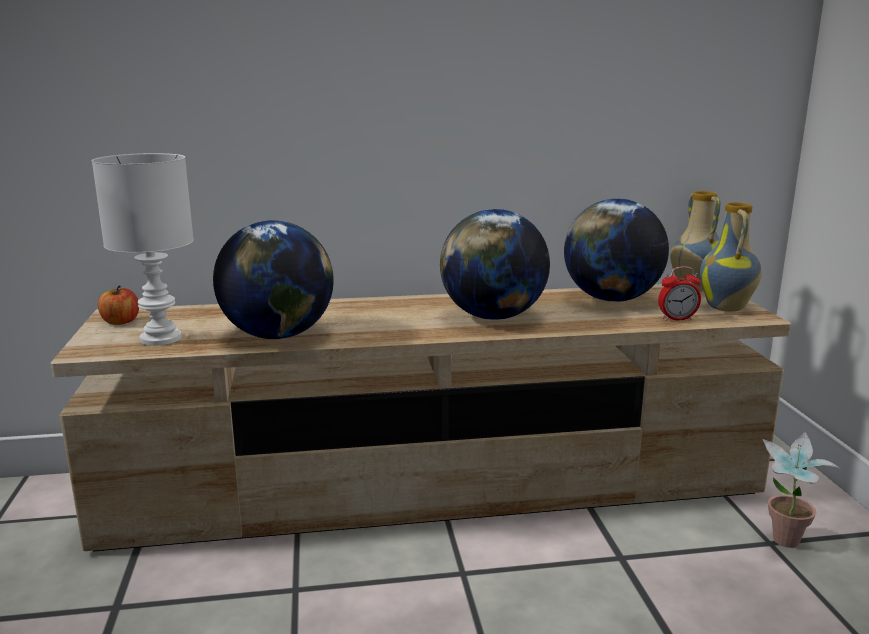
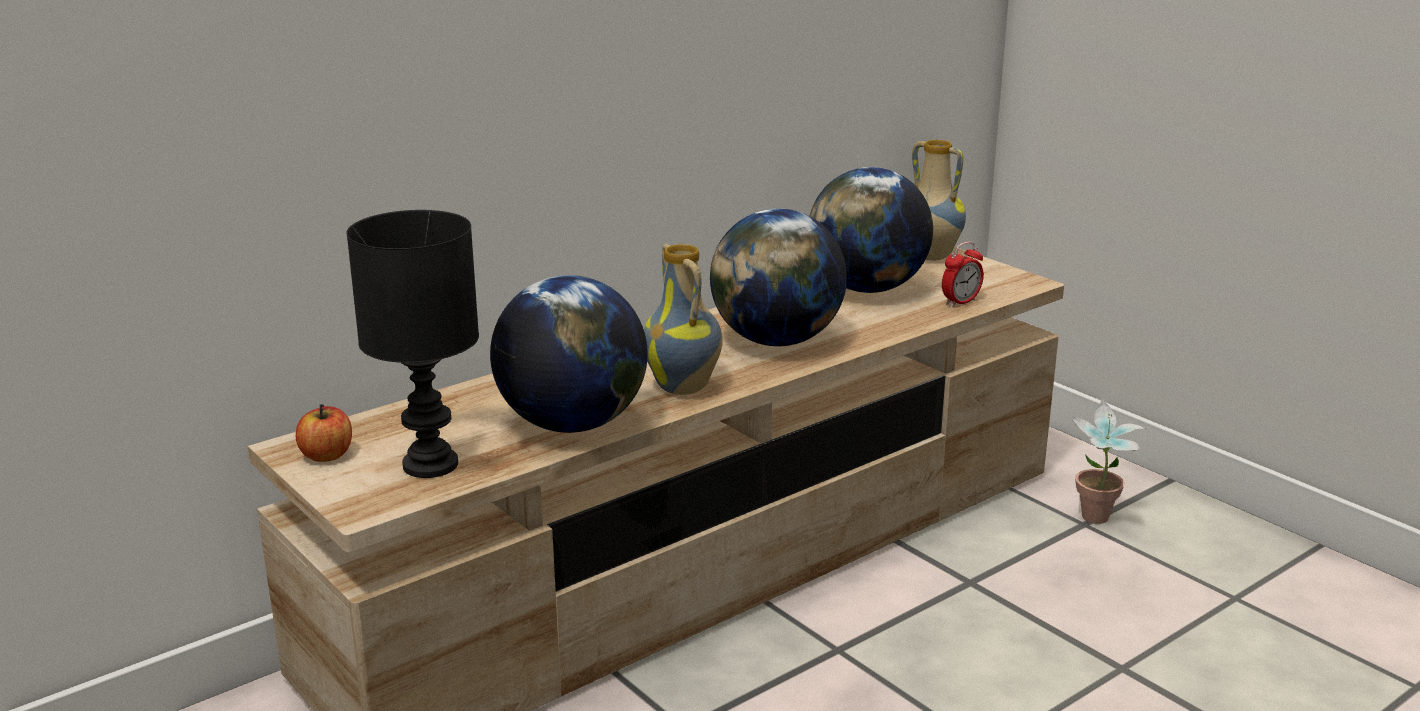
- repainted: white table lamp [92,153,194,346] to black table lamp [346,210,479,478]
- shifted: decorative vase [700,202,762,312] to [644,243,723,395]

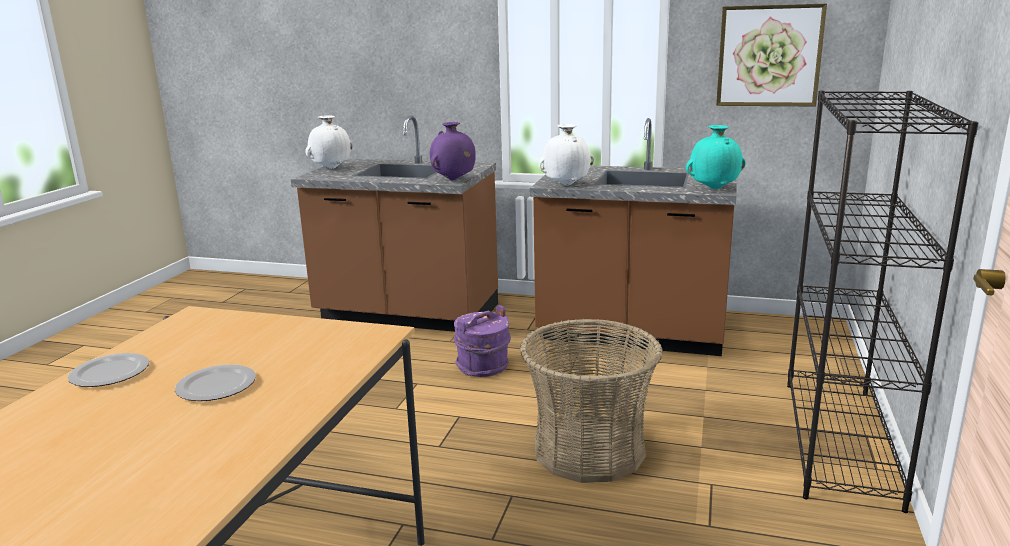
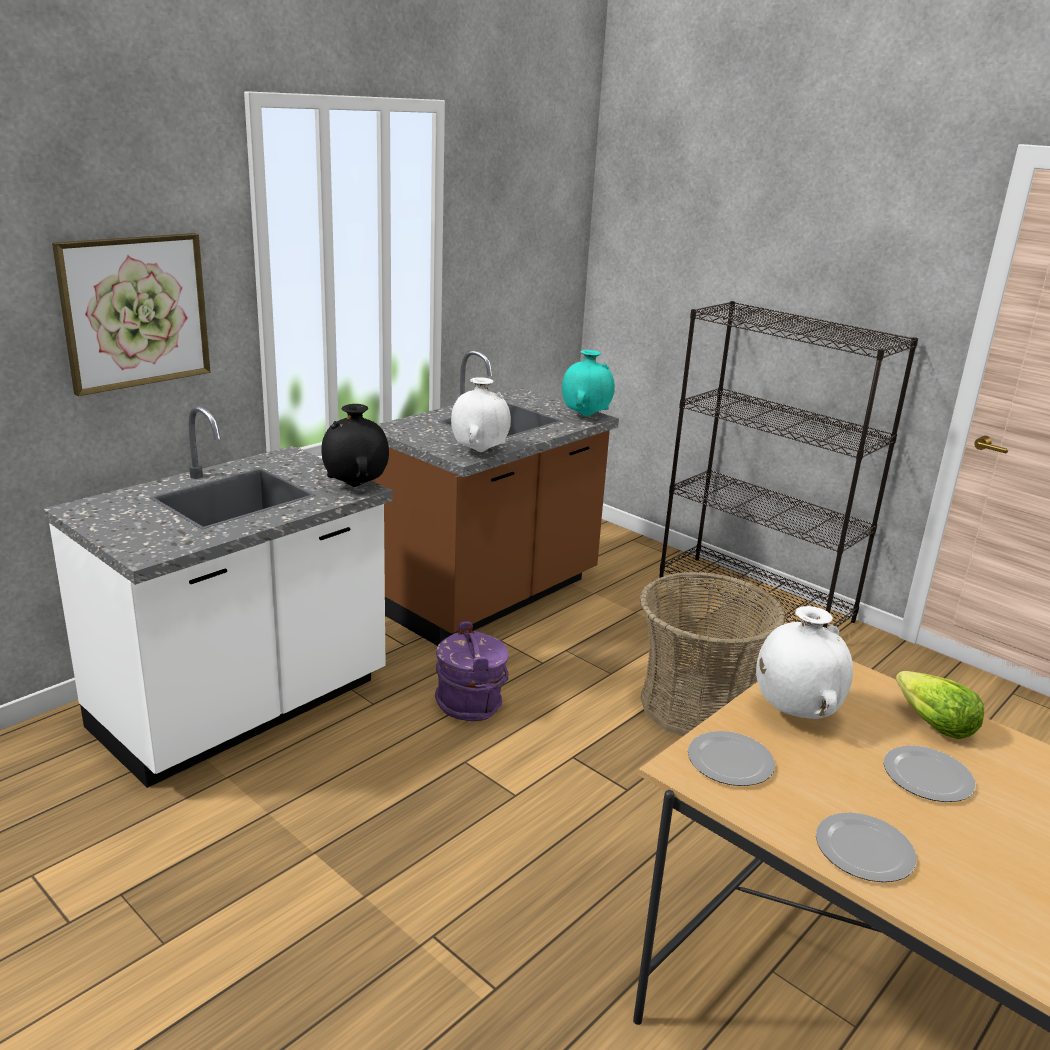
- repainted: brown counter [291,115,498,332] to white counter [43,406,393,788]
- shifted: picture [716,4,827,106] to [52,233,210,396]
- repainted: purplish decorative vase [430,122,476,181] to black decorative vase [321,404,389,487]
- new: dinner plate [688,731,775,786]
- shifted: white decorative vase [305,115,353,169] to [756,606,853,719]
- new: lettuce head [896,671,984,739]

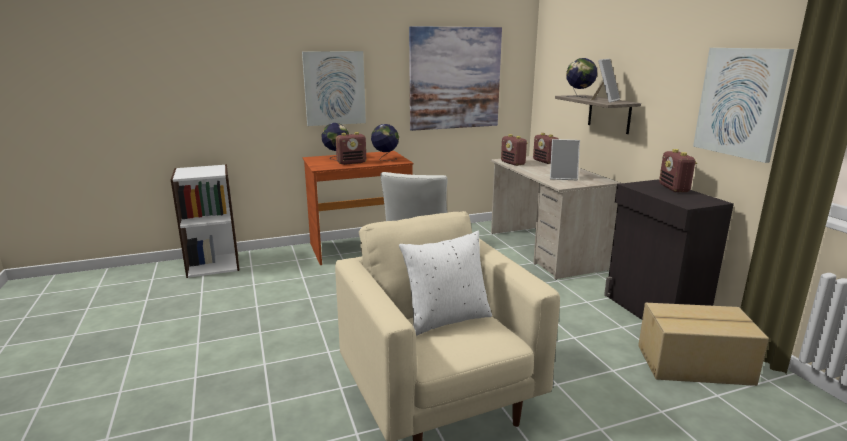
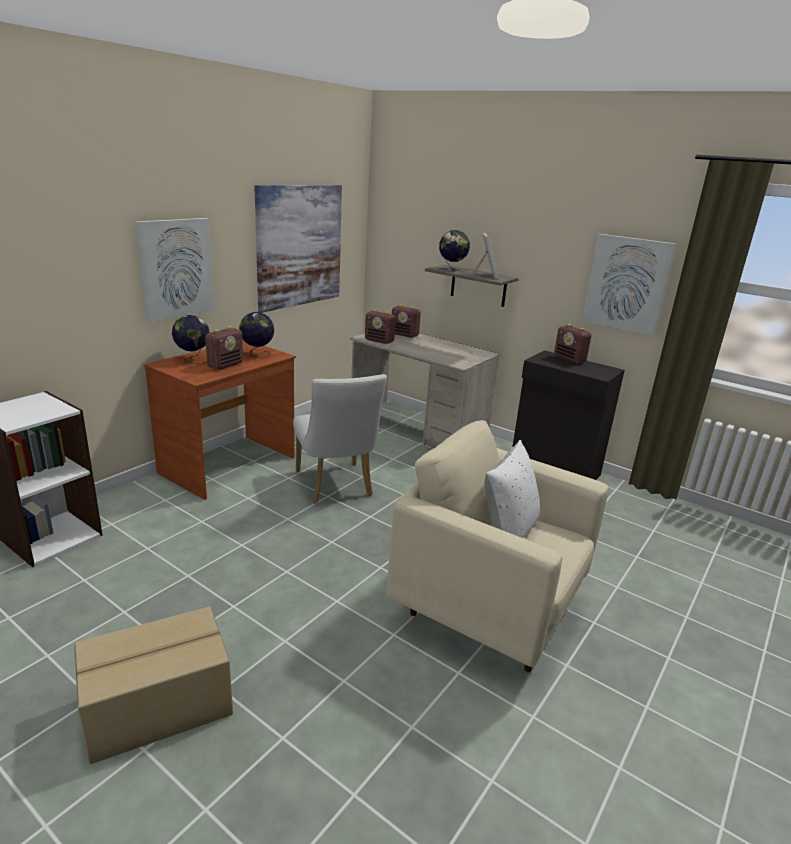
- shifted: carton [638,303,769,386] to [74,606,233,764]
- gone: picture frame [550,139,580,180]

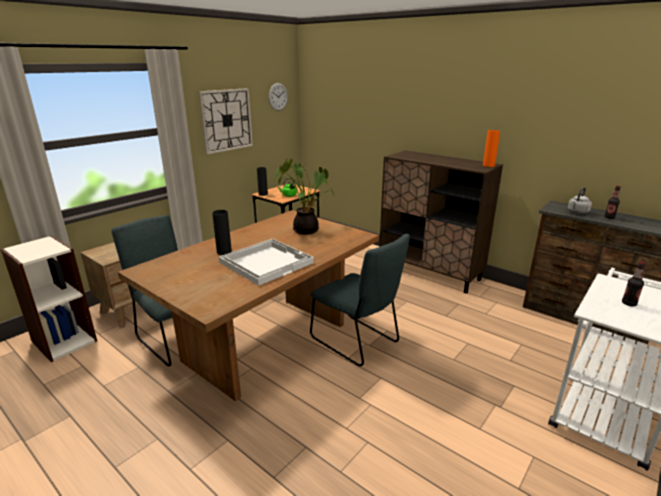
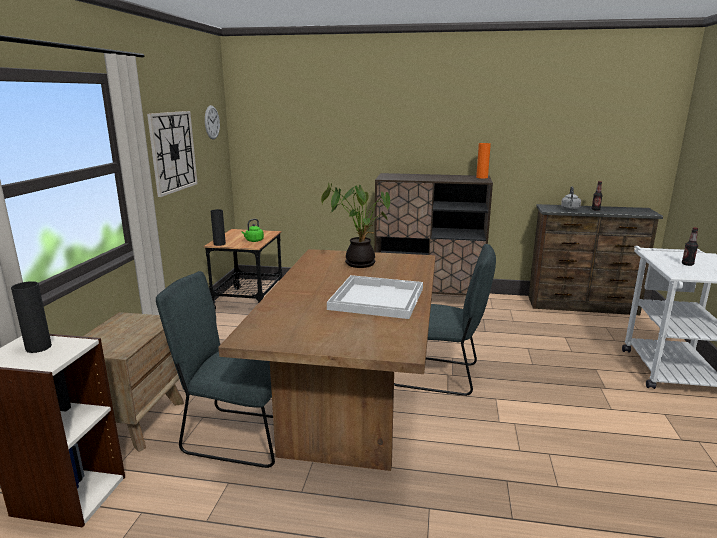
- shifted: black decorative vase [212,210,232,255] to [11,281,52,353]

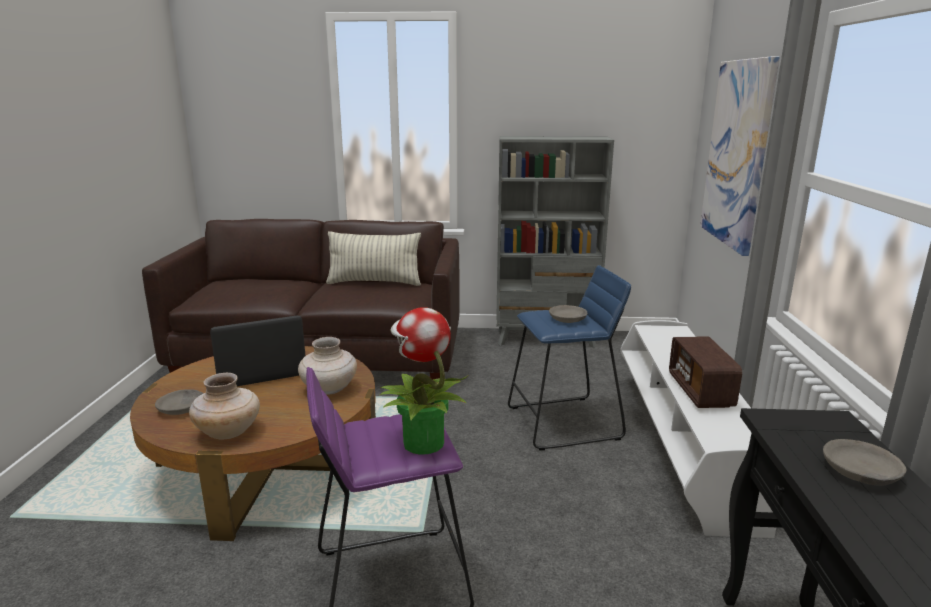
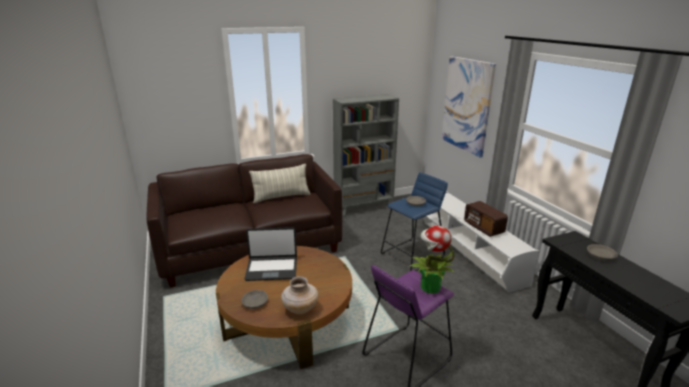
- rotated: portable computer [210,315,305,386] = [244,227,297,281] 135 degrees counterclockwise
- gone: sand-coloured decorative vase [298,337,357,395]

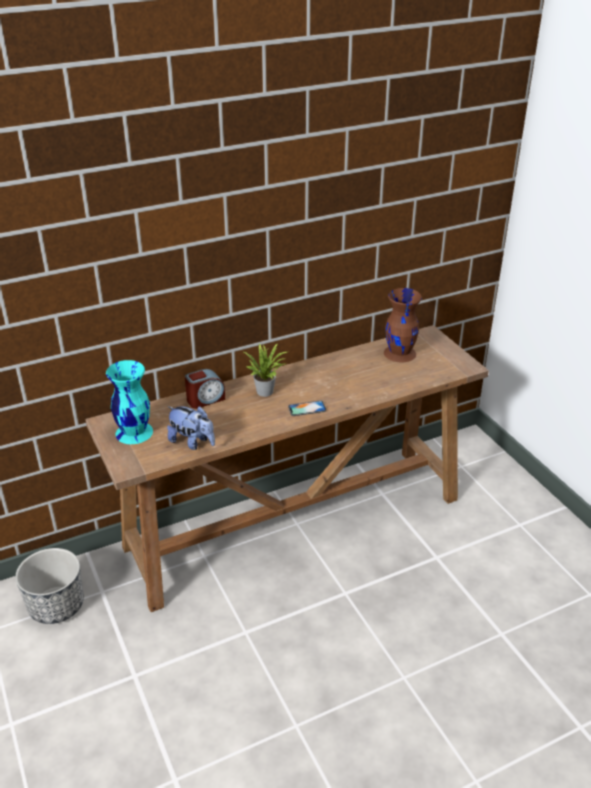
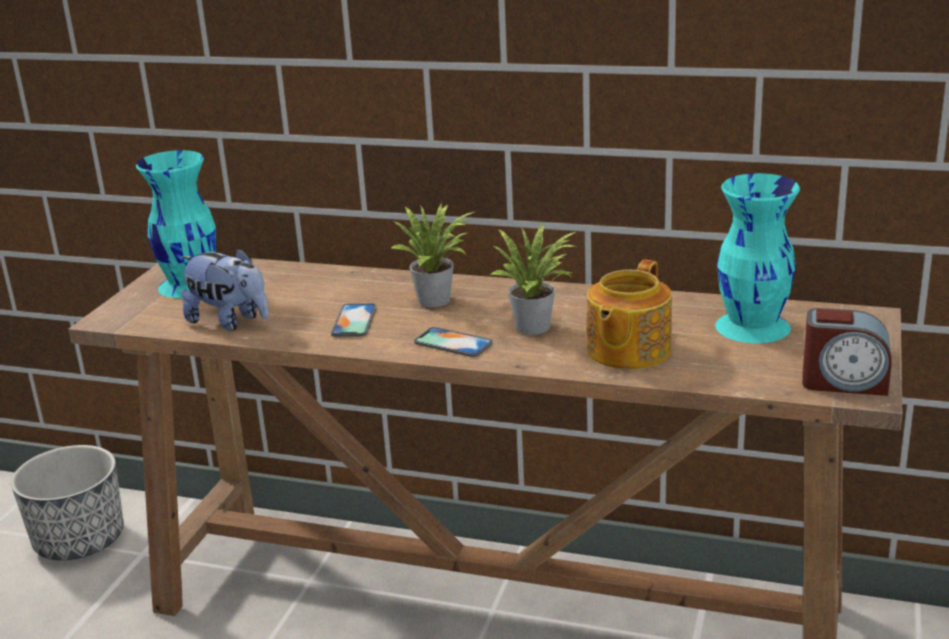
- rotated: plush toy [167,406,215,450] = [181,248,269,331] 45 degrees counterclockwise
- new: telephone [331,303,376,337]
- new: potted plant [489,223,576,335]
- new: tea pot [587,260,672,369]
- repainted: brown decorative vase [384,288,422,362] to blue-green decorative vase [715,173,800,343]
- shifted: table clock [185,369,225,409] to [802,308,892,396]

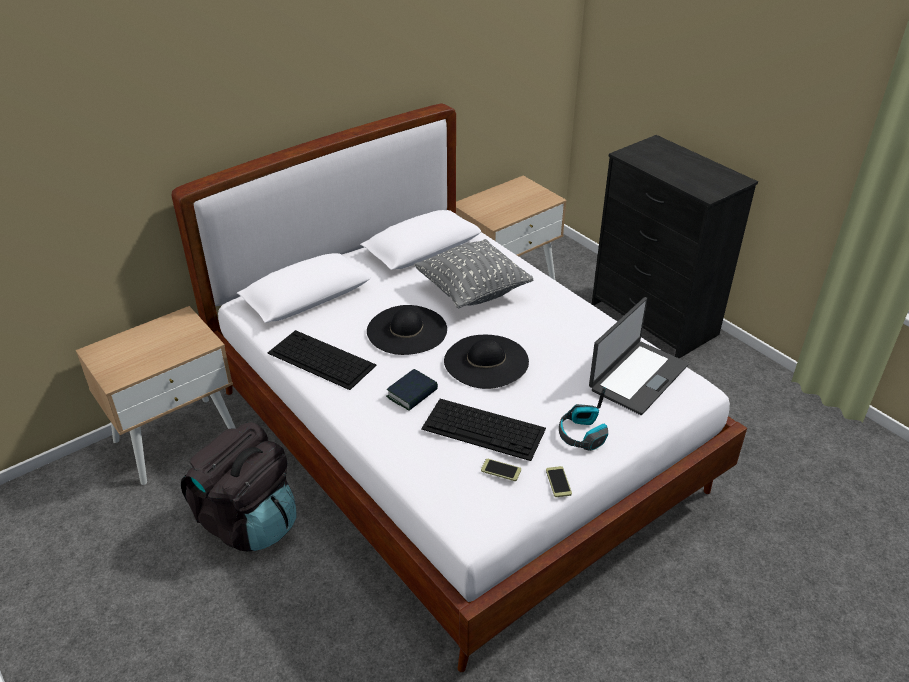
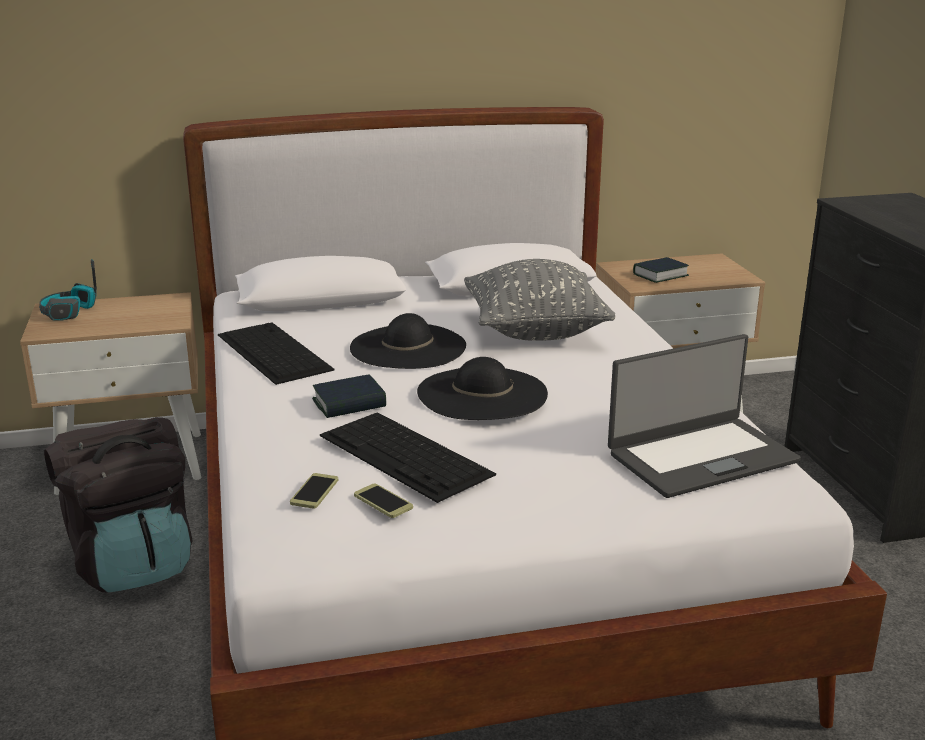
- shifted: headset [559,387,608,451] to [39,259,97,320]
- shifted: telephone [546,466,572,497] to [290,473,338,509]
- new: volume [633,257,689,283]

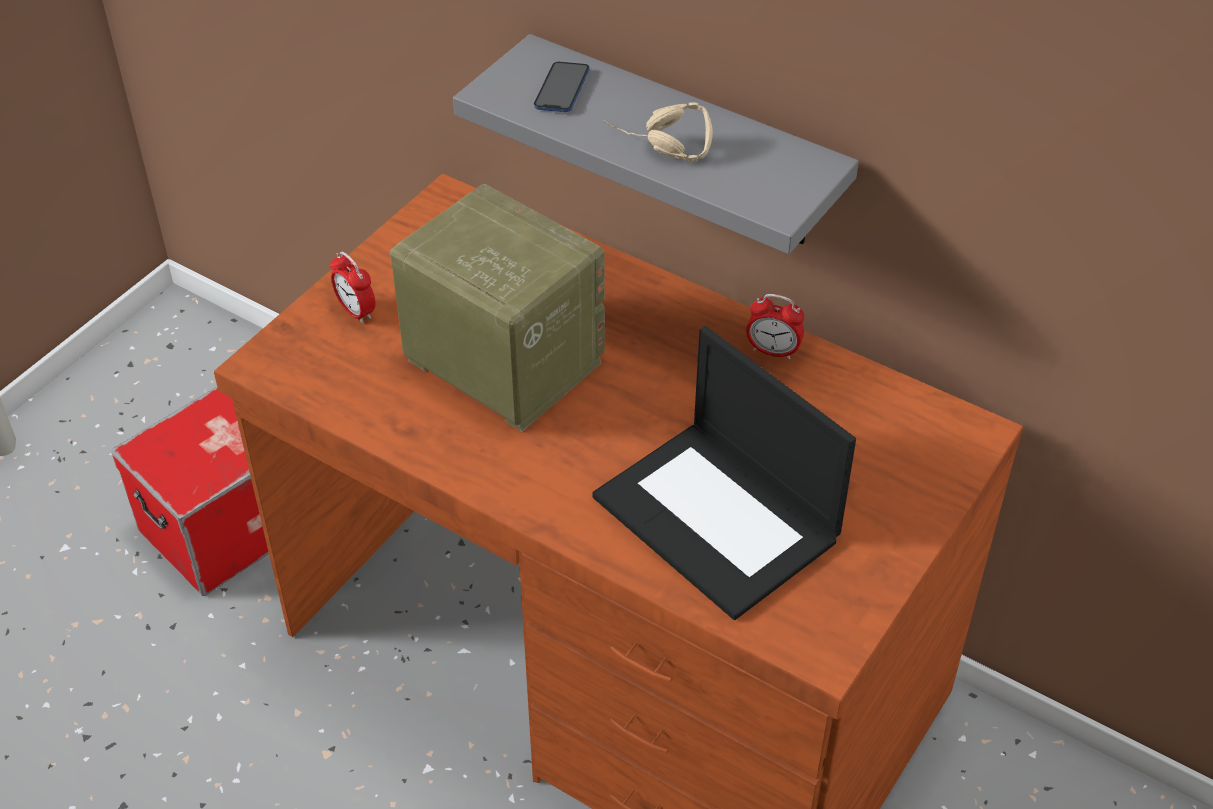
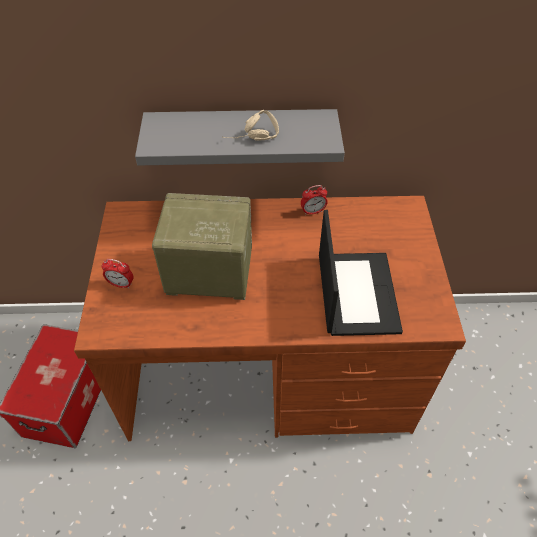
- rotated: portable computer [592,326,856,620] = [319,210,403,336] 105 degrees counterclockwise
- gone: telephone [534,62,590,112]

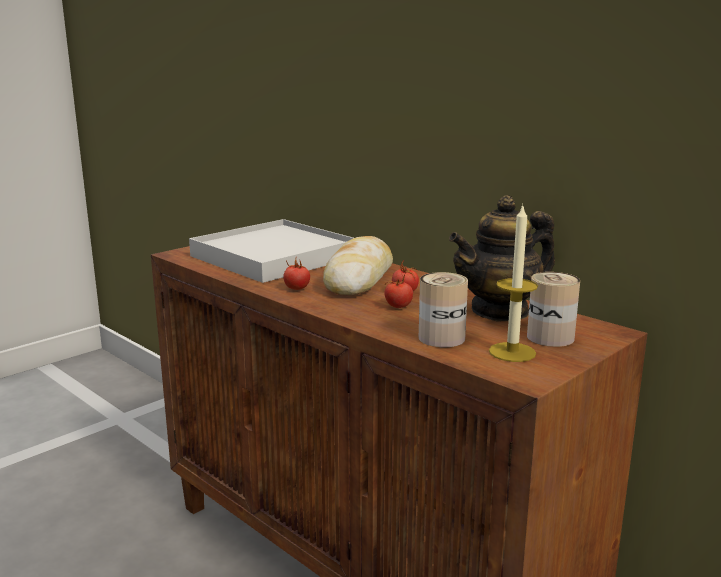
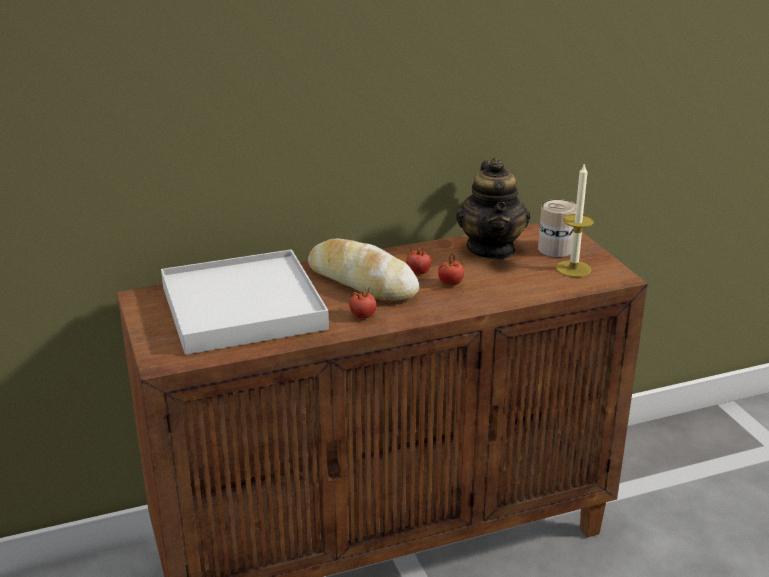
- gone: can [419,272,468,347]

